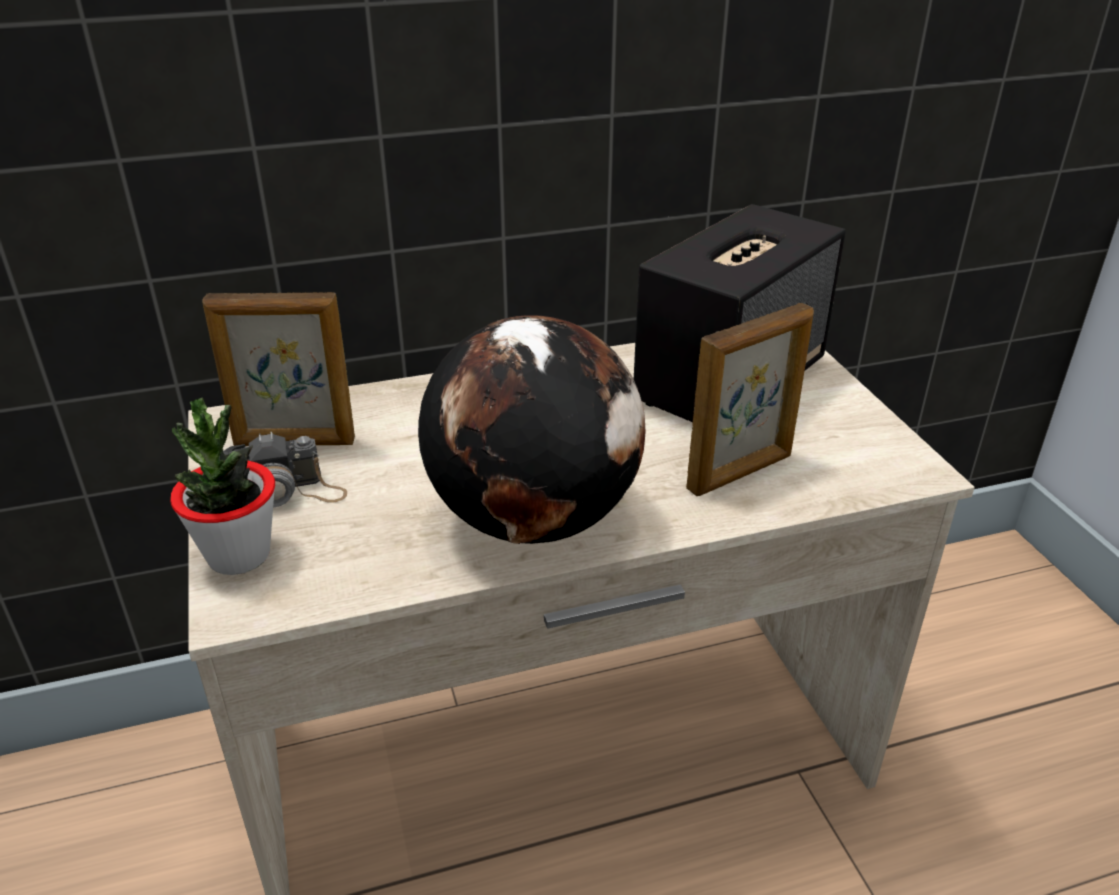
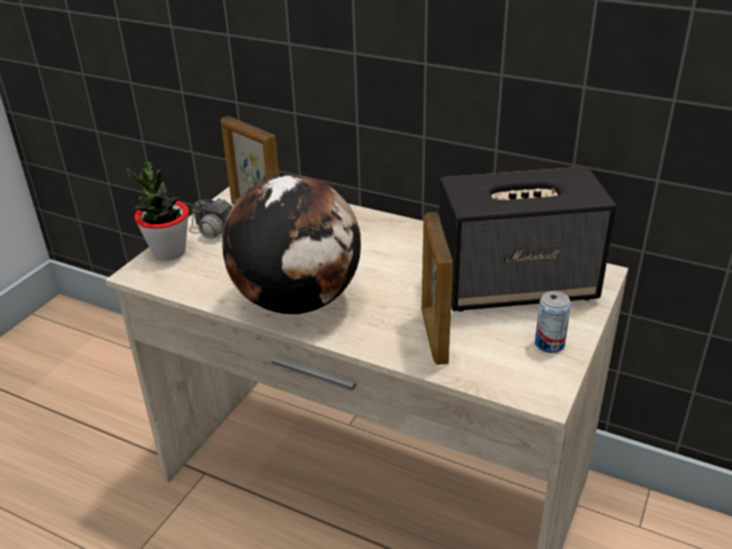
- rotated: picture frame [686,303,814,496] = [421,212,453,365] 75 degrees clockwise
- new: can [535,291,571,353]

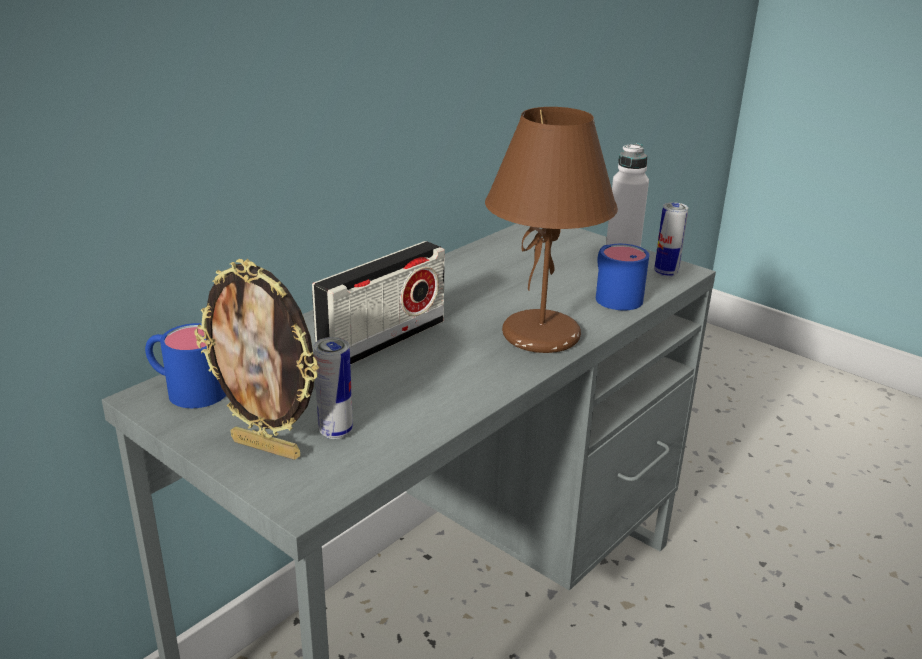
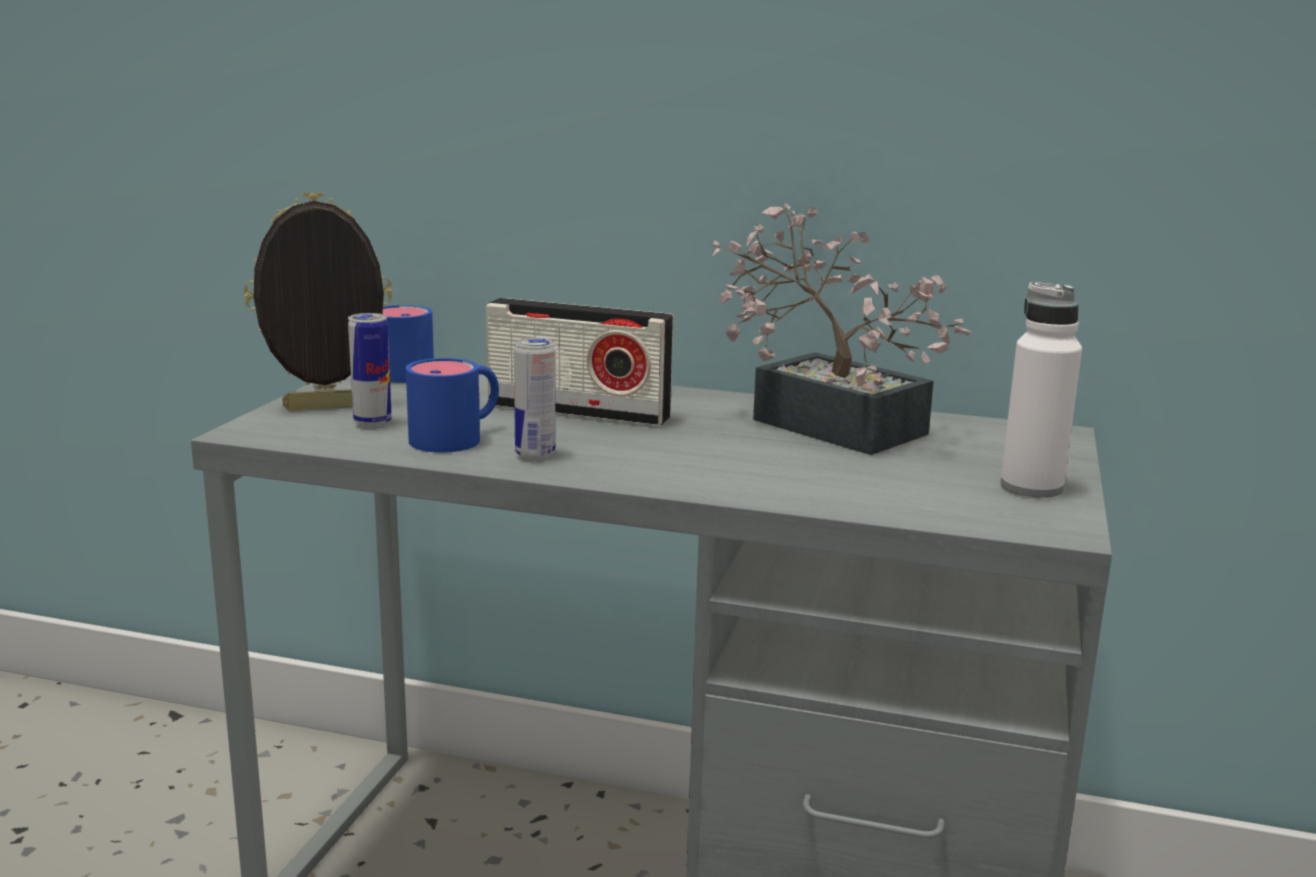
- rotated: picture frame [194,259,319,460] = [244,192,392,411] 75 degrees clockwise
- shifted: blue coffee mug [596,244,649,310] to [406,358,499,452]
- shifted: can [654,202,688,277] to [514,338,555,461]
- new: potted plant [712,203,972,455]
- gone: brown table lamp [485,107,618,353]

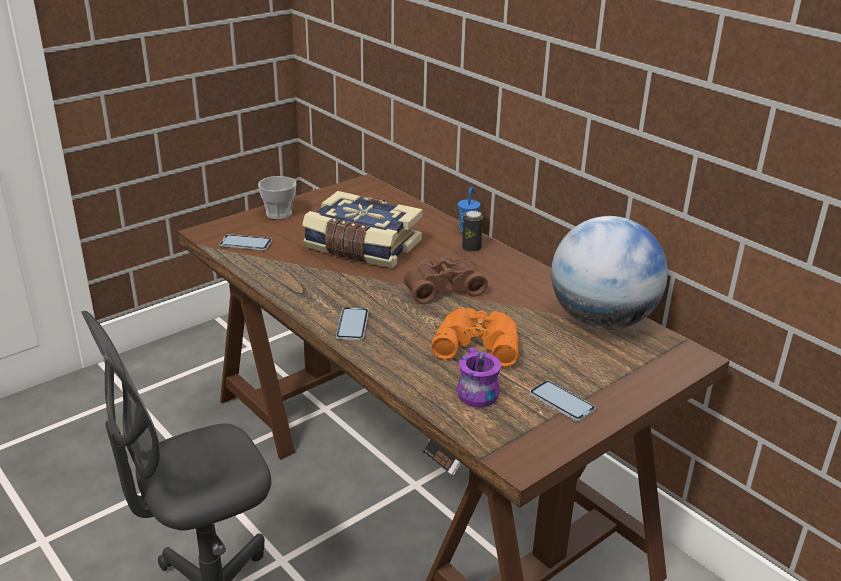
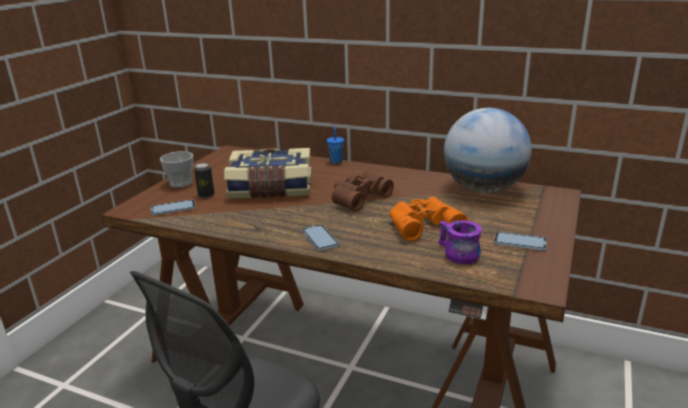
- shifted: can [462,210,483,252] to [194,163,215,198]

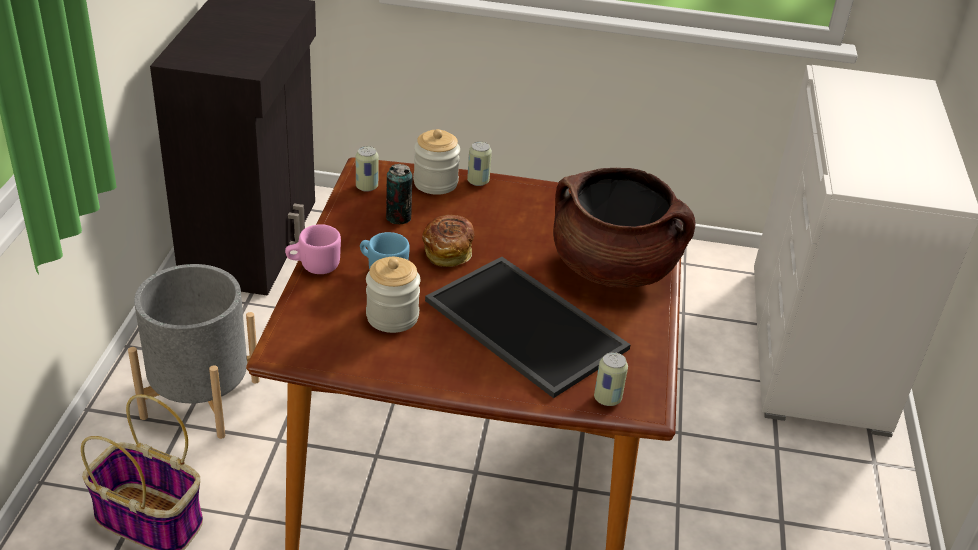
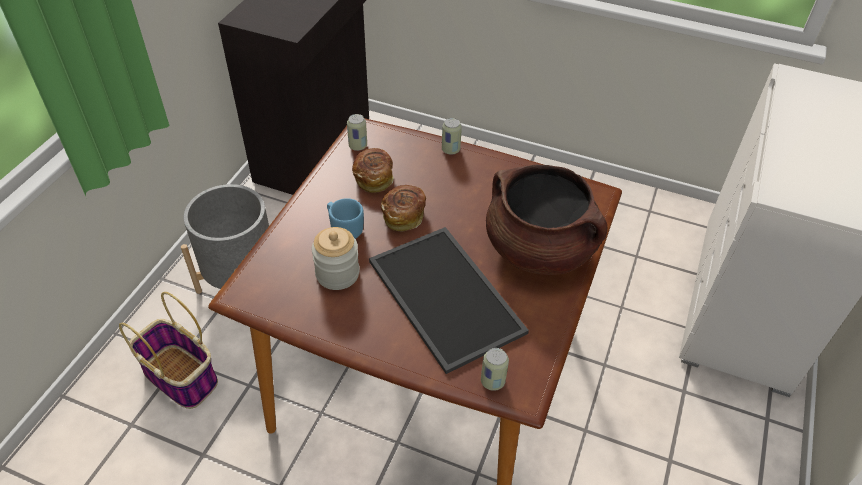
- swapped: can [386,164,413,224] to bread [352,148,394,193]
- gone: pink coffee mug [285,224,341,274]
- gone: preserve jar [413,129,460,195]

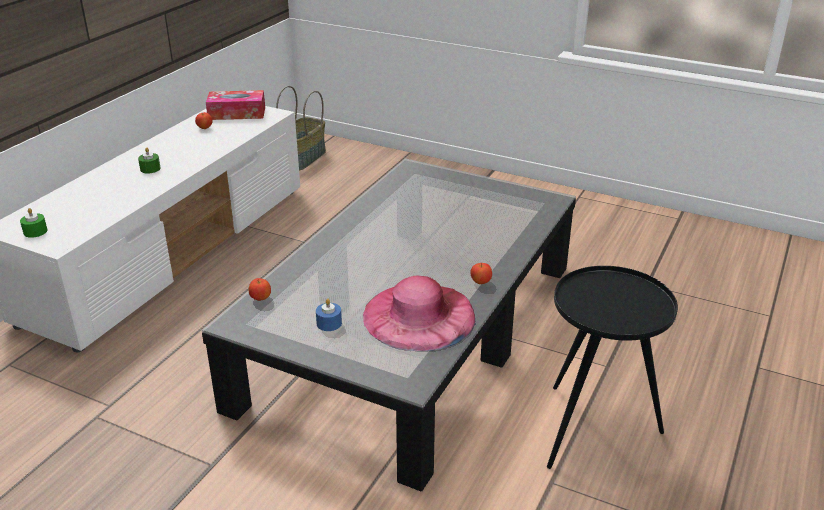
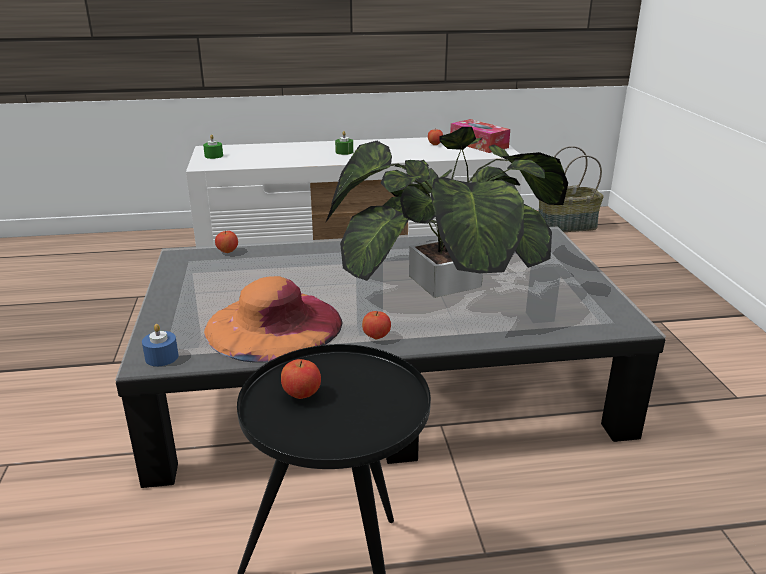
- shifted: blue wax light [316,298,342,331] to [142,324,179,366]
- repainted: pink wearable hat [363,276,475,351] to orange-coloured wearable hat [204,276,343,362]
- new: whole apple [281,359,321,399]
- new: potted plant [326,127,568,298]

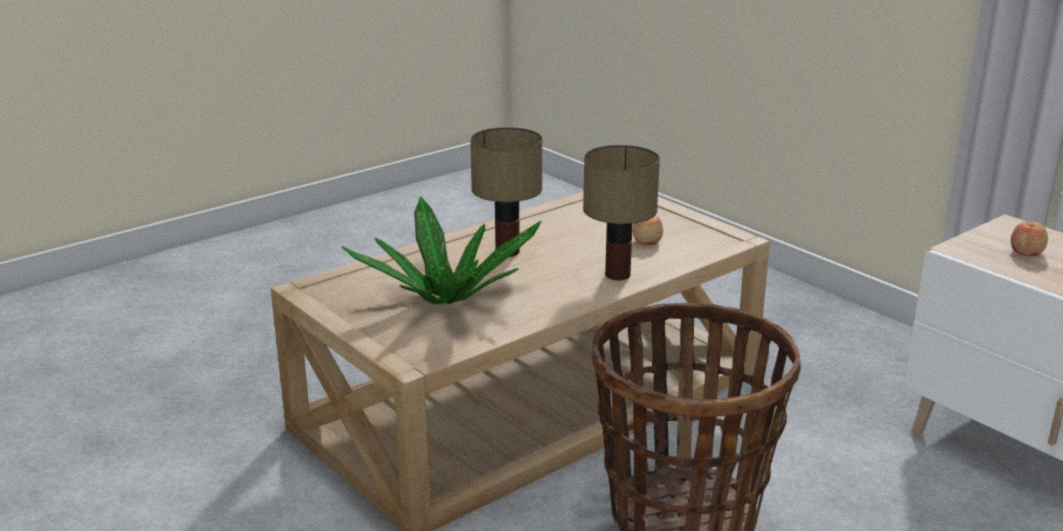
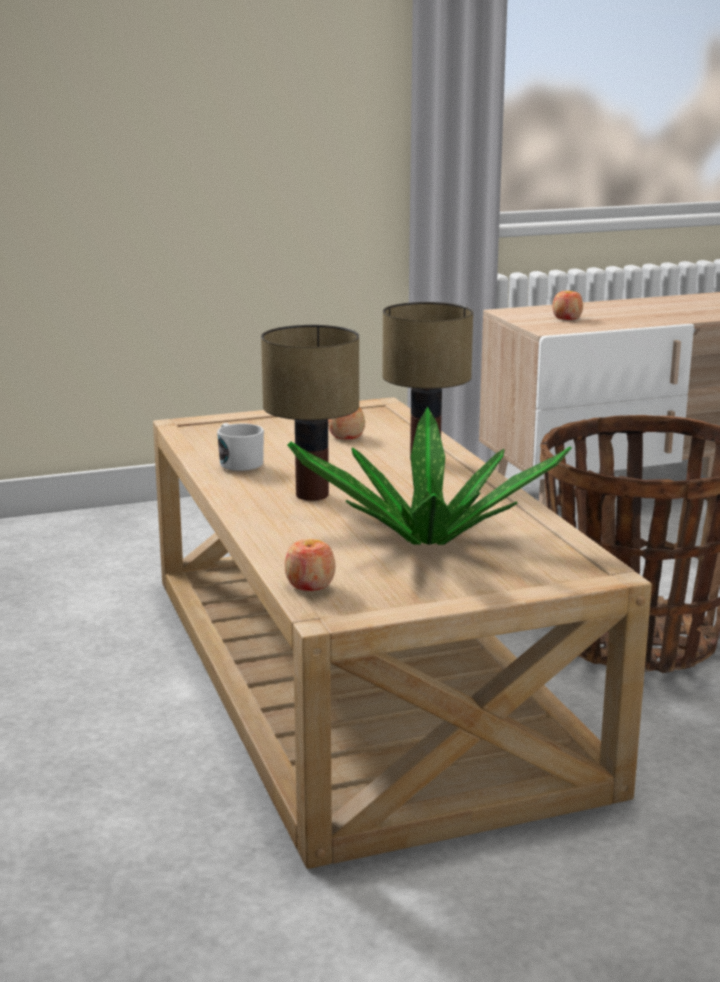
- new: white coffee mug [217,423,264,471]
- new: whole apple [285,539,336,591]

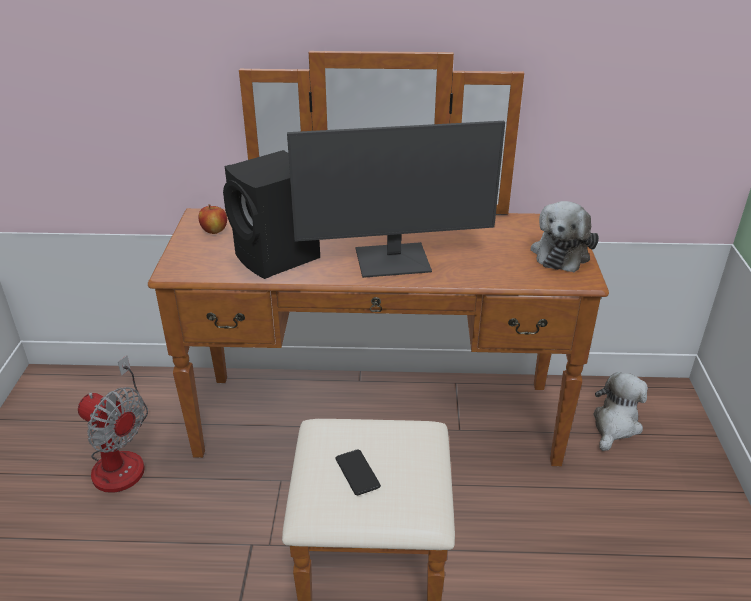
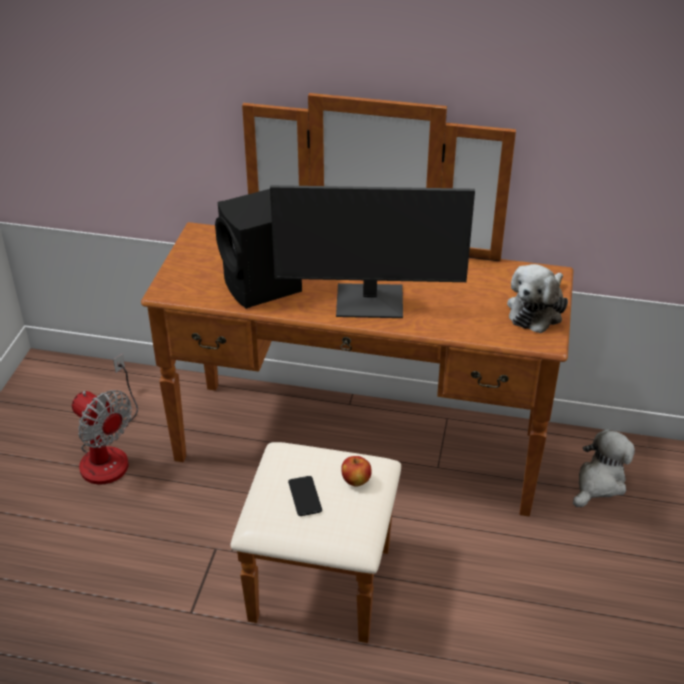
- shifted: whole apple [198,204,227,234] to [341,456,372,487]

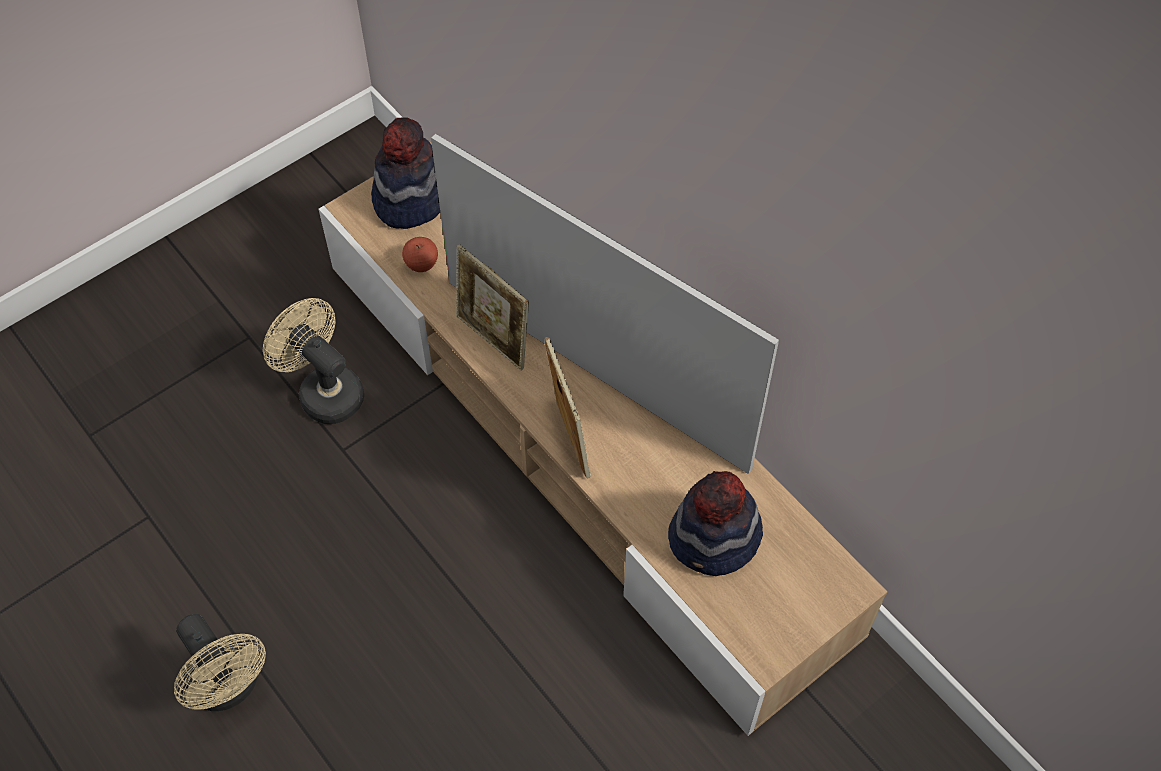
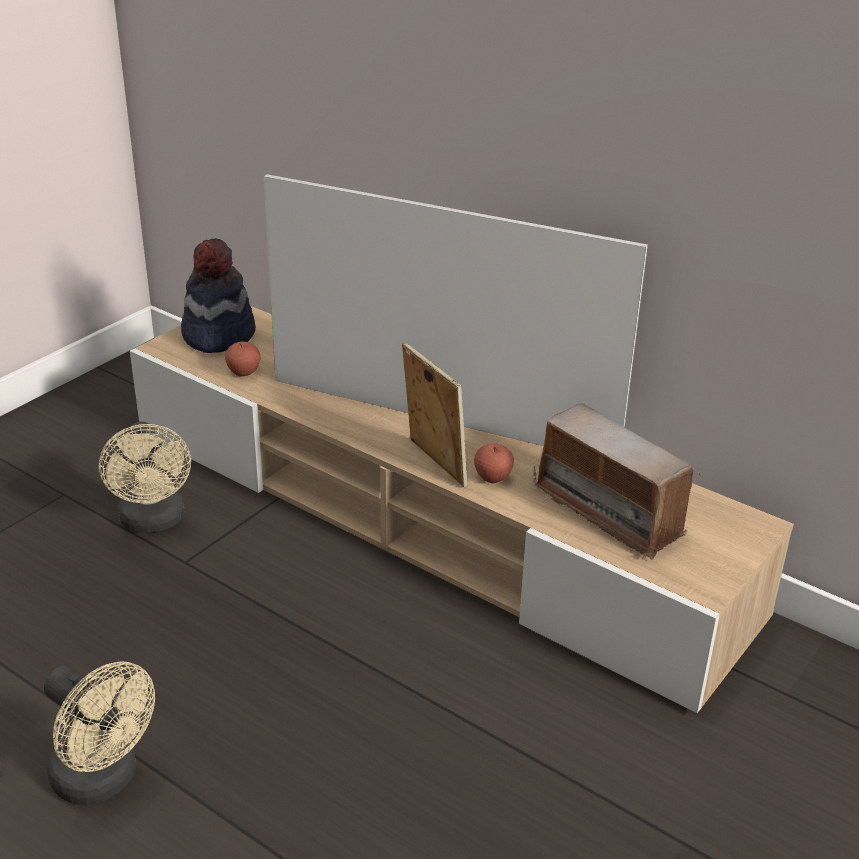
- rotated: sand-coloured electric fan [263,298,364,424] = [99,421,191,533] 135 degrees counterclockwise
- new: whole apple [474,443,514,483]
- swapped: wearable hat [668,471,763,576] to radio receiver [533,403,700,560]
- gone: picture frame [456,244,529,371]

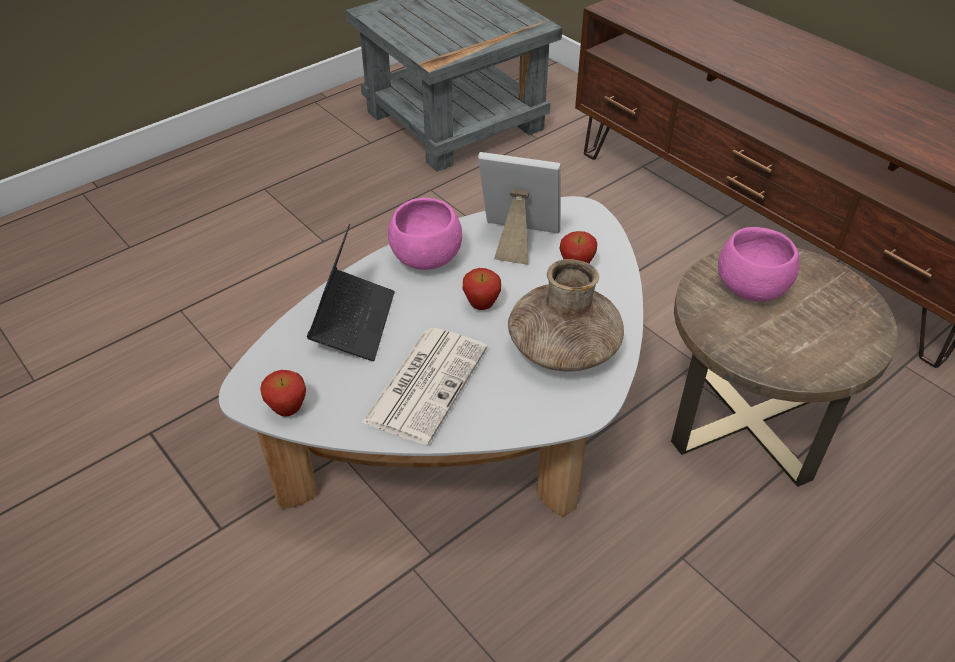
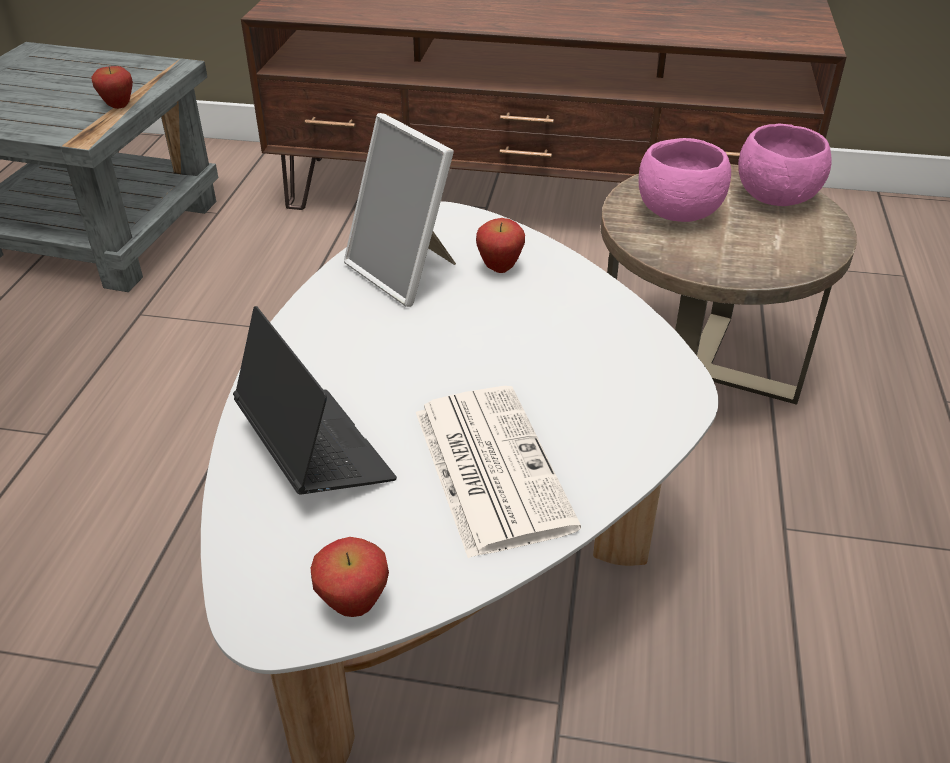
- shifted: whole apple [463,268,501,310] to [92,66,133,109]
- rotated: picture frame [478,152,561,265] = [344,113,456,307] 105 degrees counterclockwise
- shifted: pink serving bowl [388,198,462,270] to [738,124,832,206]
- gone: brown decorative vase [508,259,624,371]

